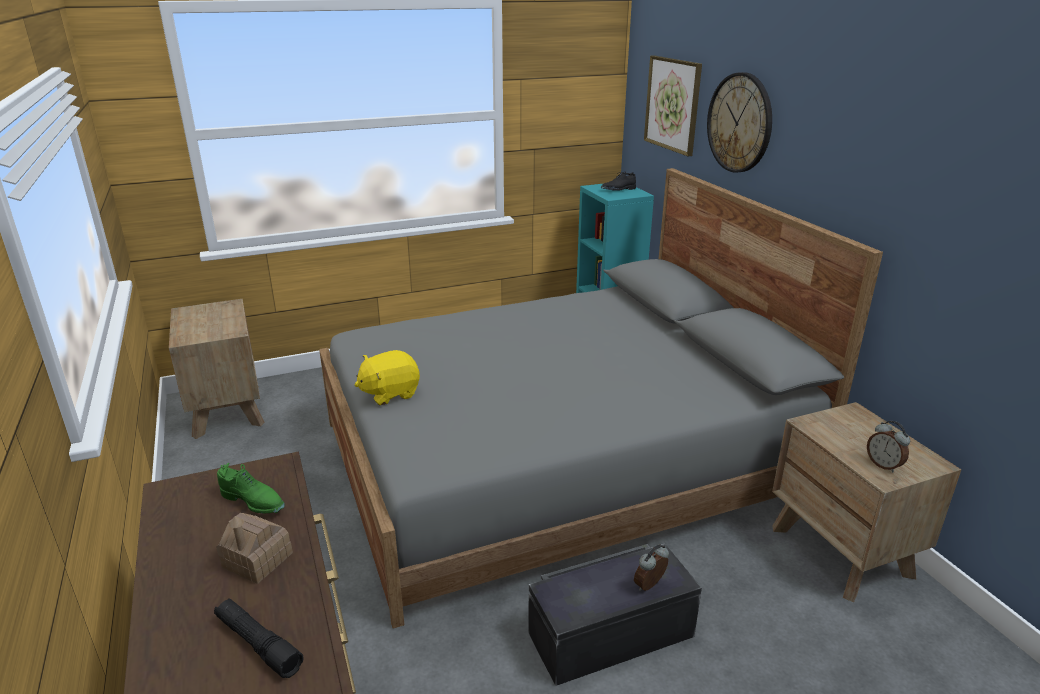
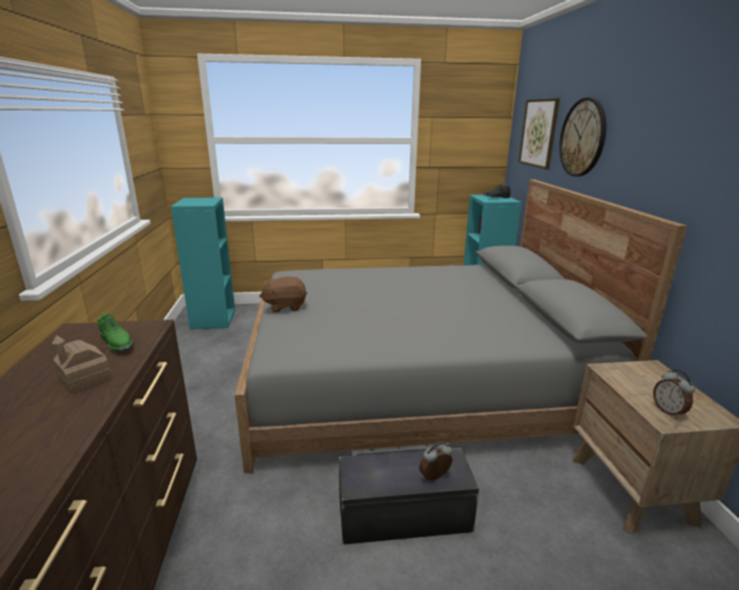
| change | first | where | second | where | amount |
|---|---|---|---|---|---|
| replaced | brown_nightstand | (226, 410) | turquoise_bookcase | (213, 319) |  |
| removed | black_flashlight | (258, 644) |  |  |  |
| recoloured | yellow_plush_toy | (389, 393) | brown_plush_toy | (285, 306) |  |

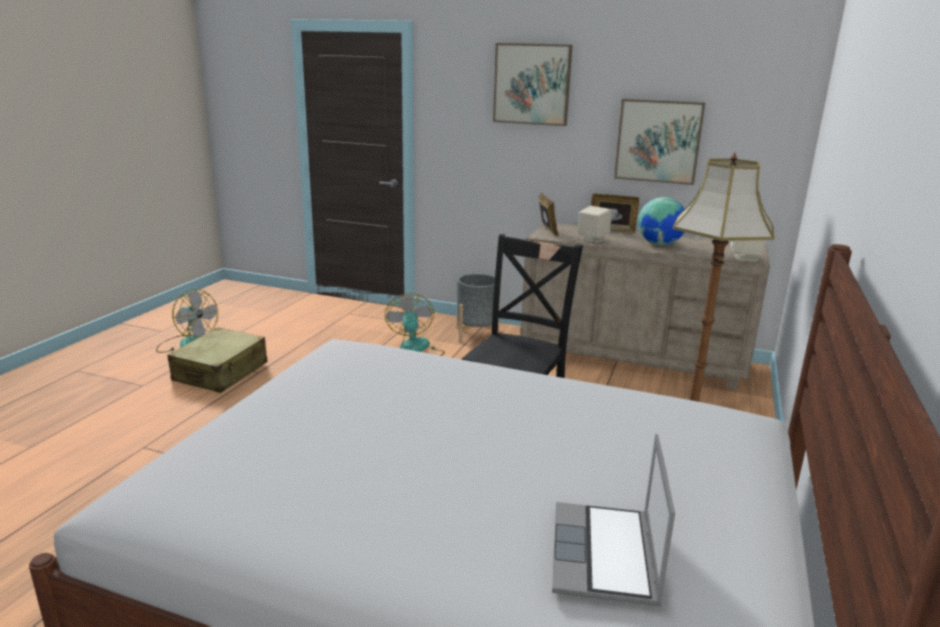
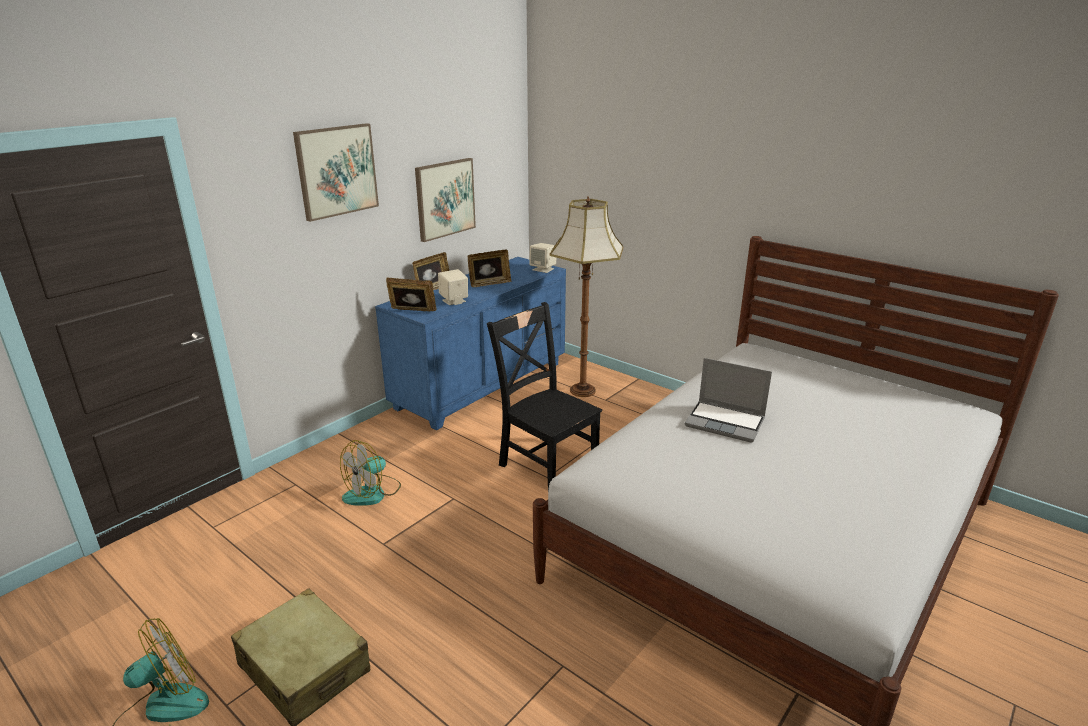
| change | first | where | second | where | amount |
|---|---|---|---|---|---|
| turned | fan | (415, 350) |  | (372, 492) | 60 degrees counterclockwise |
| removed | grey_planter | (476, 334) |  |  |  |
| recoloured | beige_dresser | (631, 358) | blue_dresser | (481, 385) |  |
| moved | laptop | (606, 556) |  | (726, 422) |  |
| replaced | globe | (659, 244) | picture_frame | (489, 283) |  |

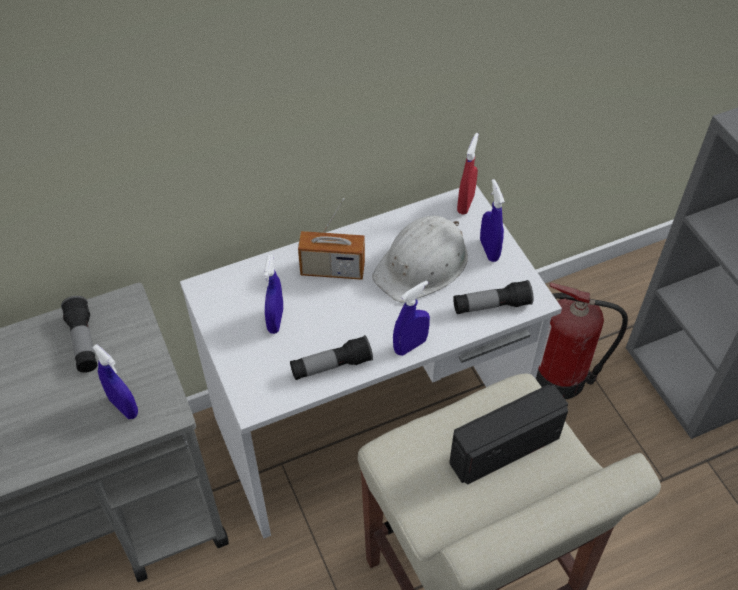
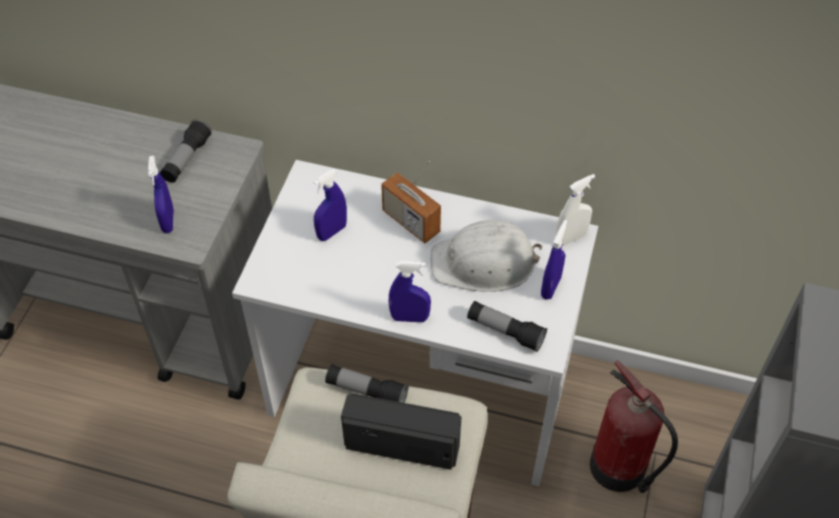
| change | first | where | second | where | amount |
|---|---|---|---|---|---|
| moved | flashlight | (331, 366) |  | (366, 391) |  |
| recoloured | red_spray_bottle | (465, 204) | white_spray_bottle | (571, 238) |  |

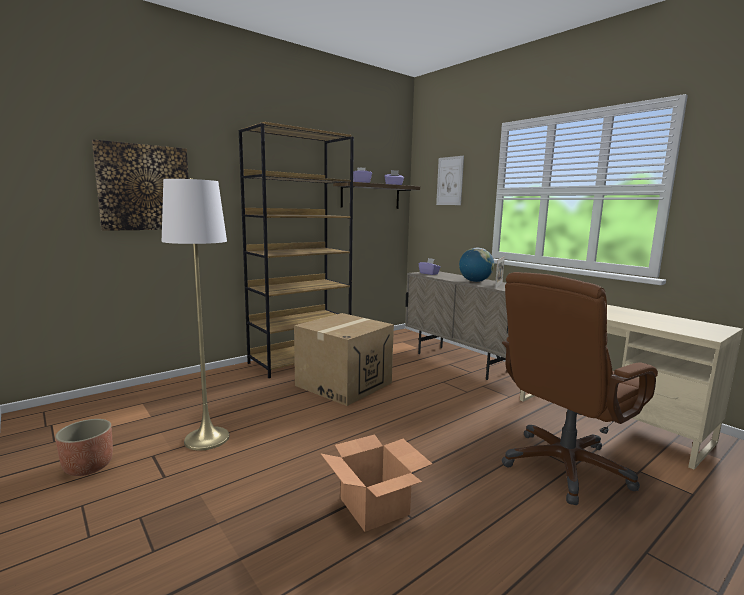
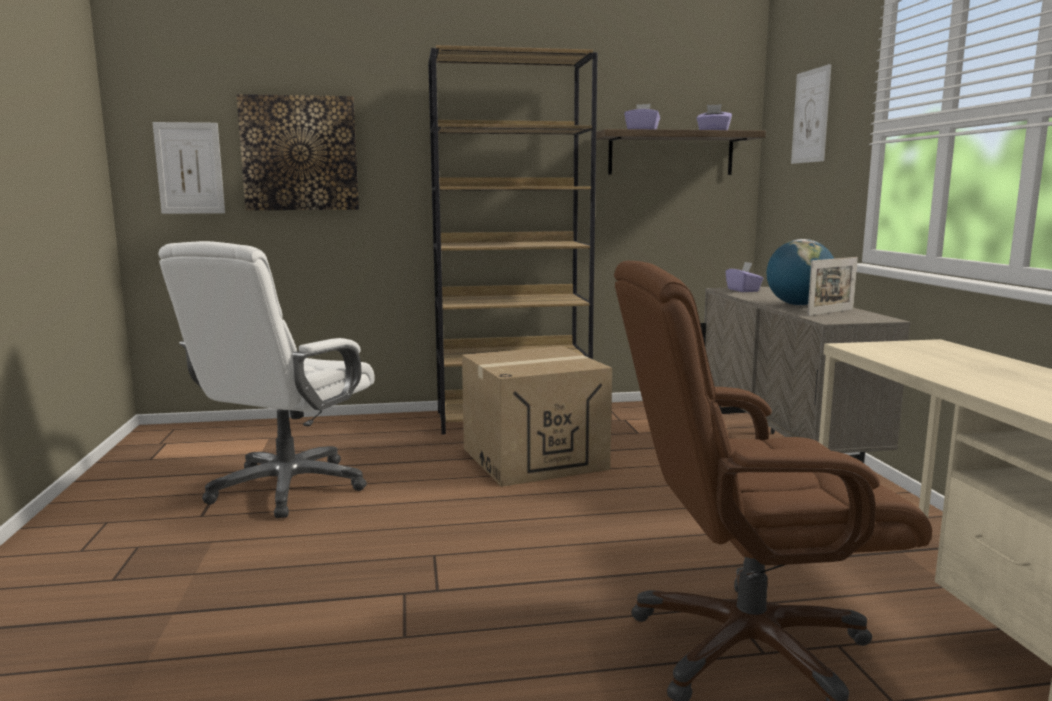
| change | first | where | second | where | amount |
|---|---|---|---|---|---|
| removed | planter | (88, 466) |  |  |  |
| replaced | white_floor_lamp | (207, 438) | white_office_chair | (287, 488) |  |
| removed | cardboard_box | (373, 506) |  |  |  |
| added |  |  | picture | (189, 168) |  |

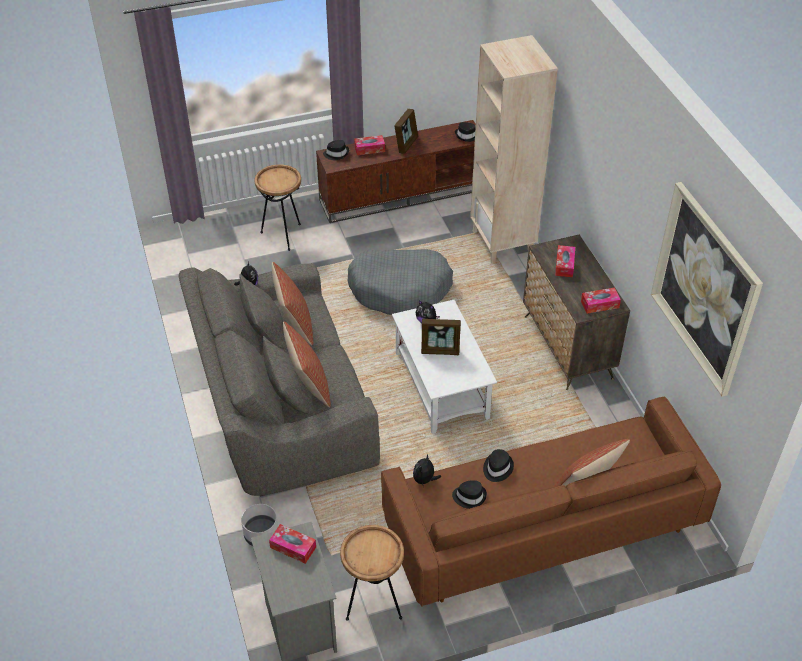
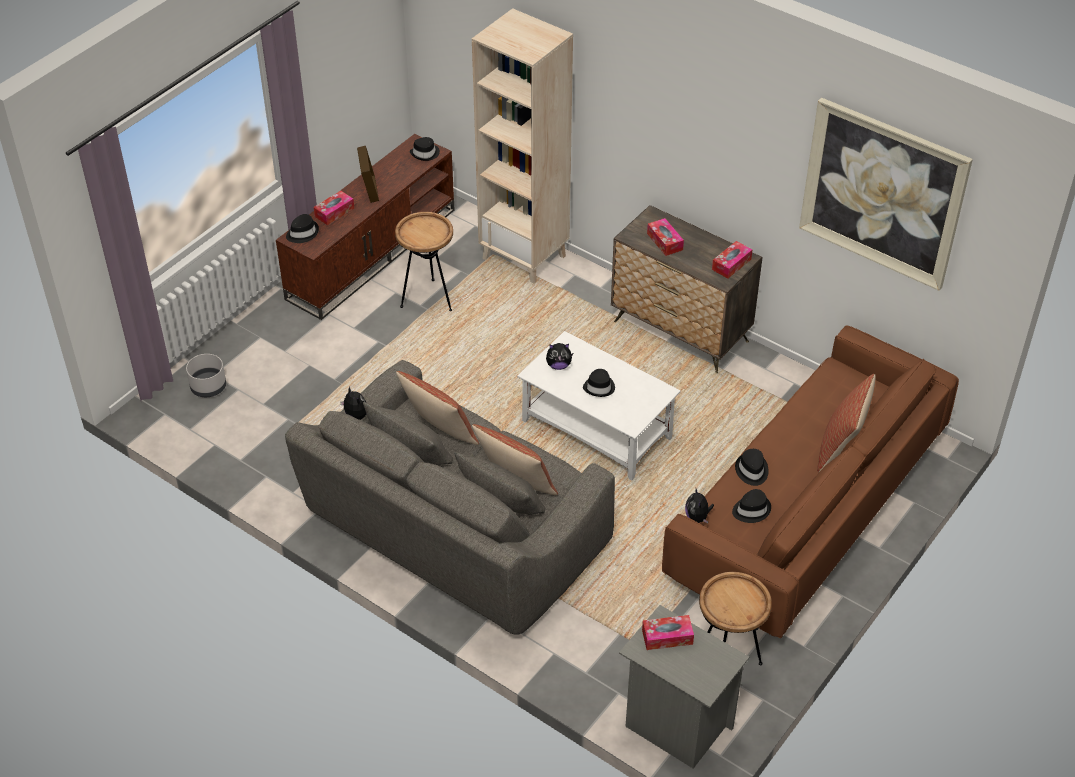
| change | first | where | second | where | amount |
|---|---|---|---|---|---|
| moved | grey_planter | (261, 534) |  | (208, 387) |  |
| moved | brown_side_table | (283, 235) |  | (428, 299) |  |
| removed | grey_dog_bed | (400, 289) |  |  |  |
| replaced | picture_frame | (440, 350) | black_hat | (599, 387) |  |

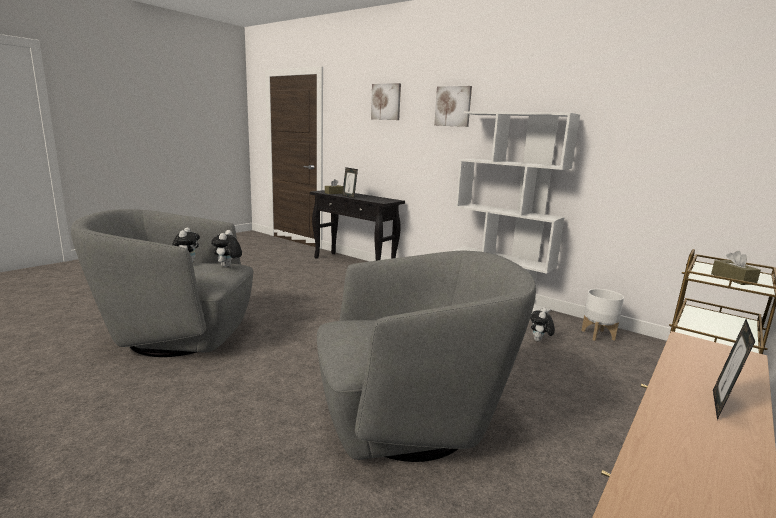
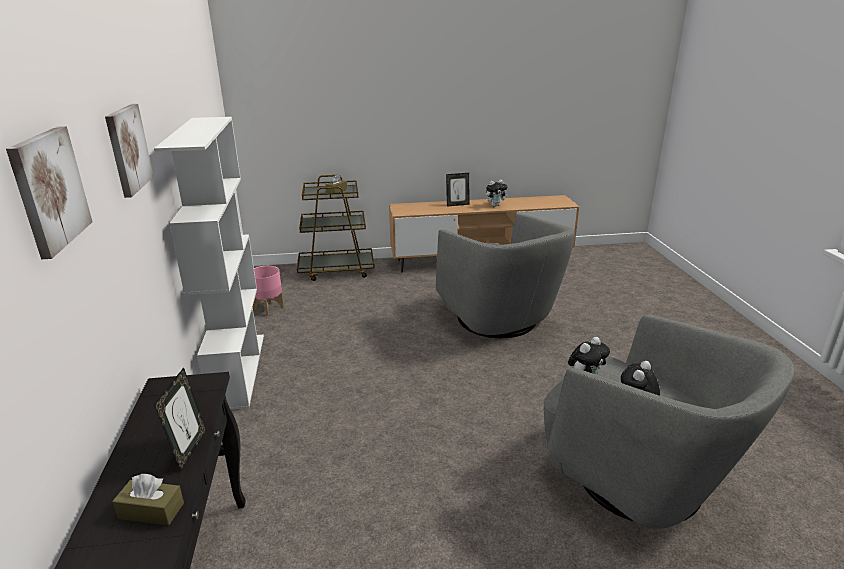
| change | first | where | second | where | amount |
|---|---|---|---|---|---|
| turned | grey_armchair | (412, 420) |  | (497, 319) | 150 degrees counterclockwise |
| moved | plush_toy | (539, 341) |  | (495, 205) |  |
| recoloured | white_planter | (598, 335) | pink_planter | (269, 308) |  |

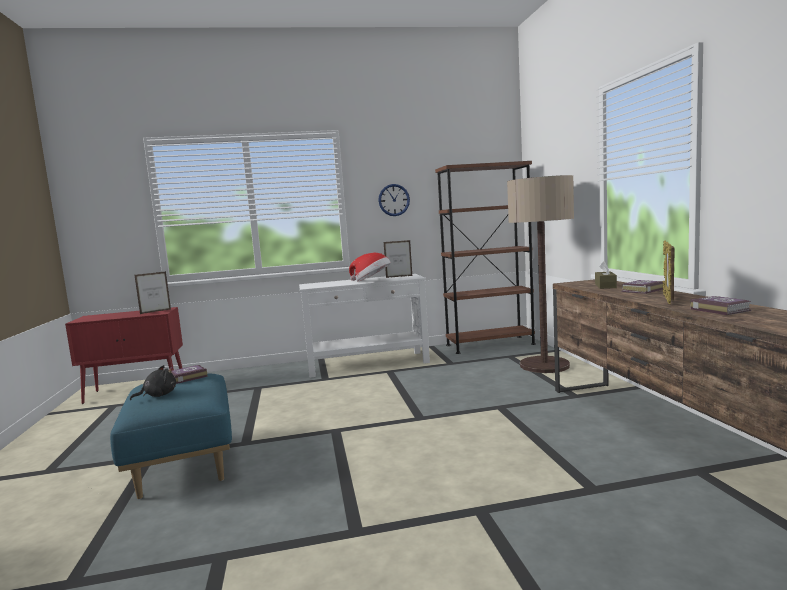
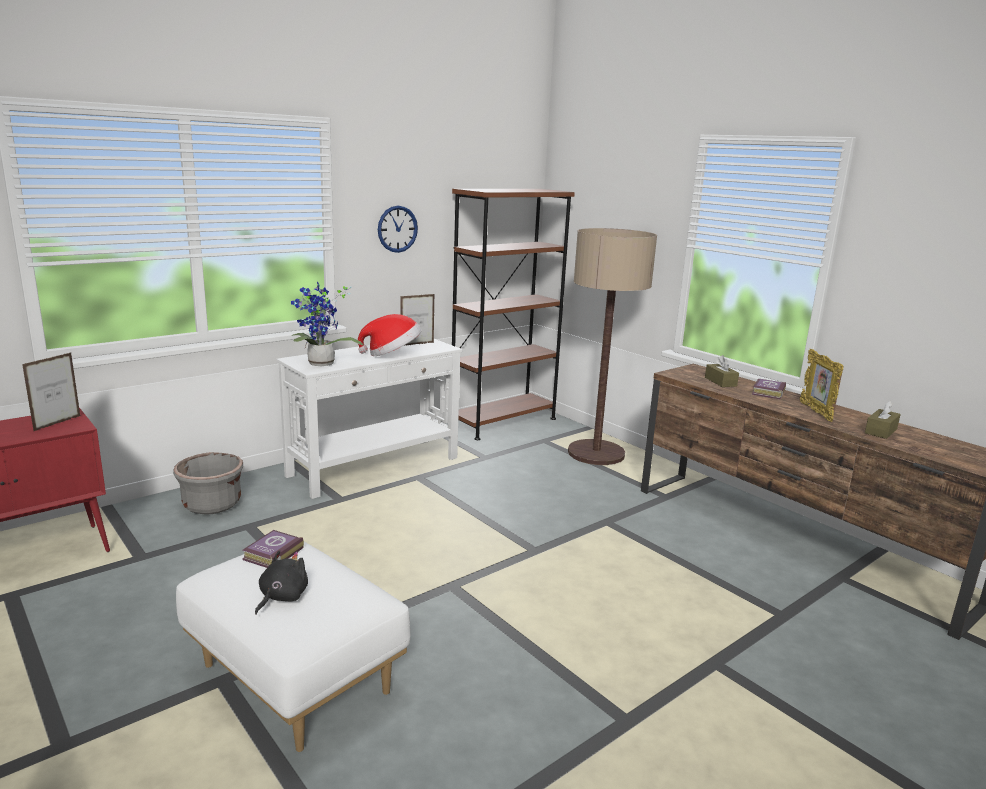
| change | first | where | second | where | amount |
|---|---|---|---|---|---|
| recoloured | blue_ottoman | (182, 463) | white_ottoman | (293, 680) |  |
| replaced | book | (719, 309) | brown_tissue_box | (880, 431) |  |
| added |  |  | grey_planter | (212, 505) |  |
| added |  |  | potted_plant | (320, 364) |  |

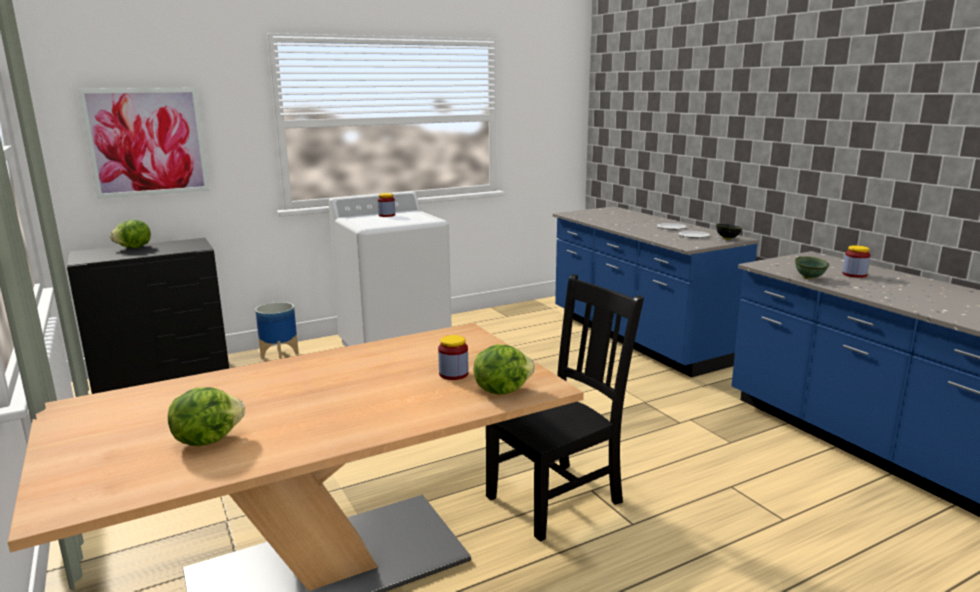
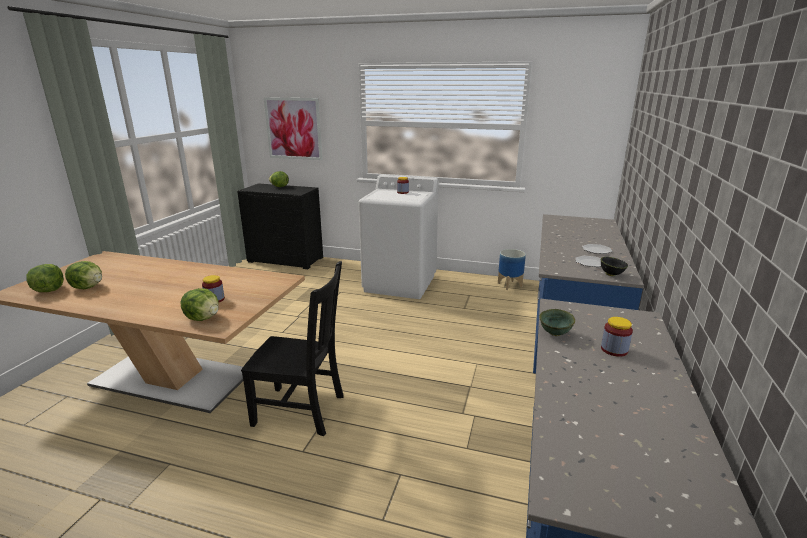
| change | first | where | second | where | amount |
|---|---|---|---|---|---|
| moved | planter | (280, 355) |  | (510, 285) |  |
| added |  |  | lettuce | (49, 290) |  |

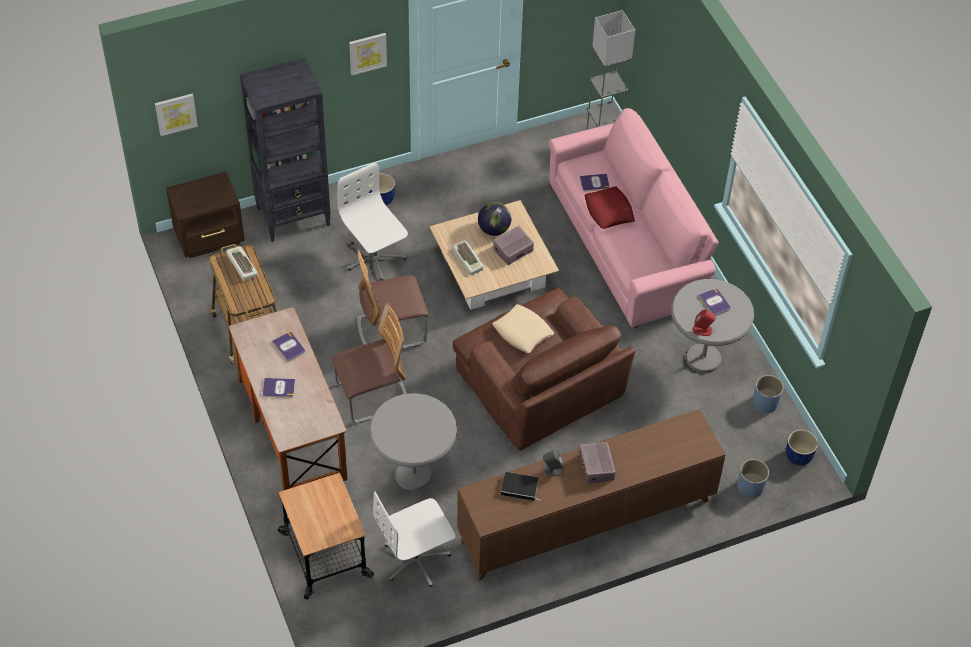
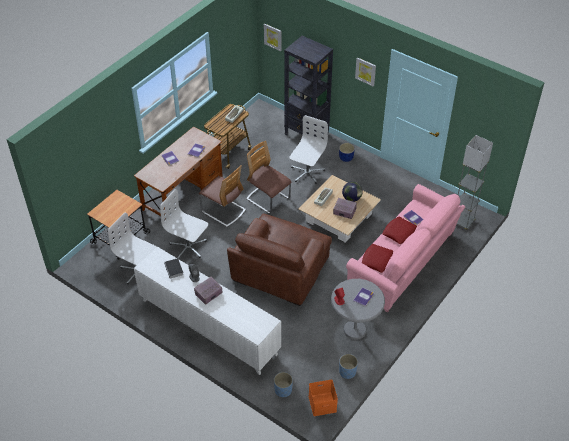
| change | first | where | second | where | amount |
|---|---|---|---|---|---|
| removed | brown_nightstand | (210, 238) |  |  |  |
| replaced | grey_side_table | (413, 475) | white_office_chair | (188, 247) |  |
| recoloured | brown_cabinet | (586, 521) | white_cabinet | (208, 327) |  |
| removed | beige_pillow | (523, 332) |  |  |  |
| replaced | blue_planter | (798, 456) | orange_storage_box | (322, 404) |  |
| added |  |  | red_pillow | (377, 260) |  |

